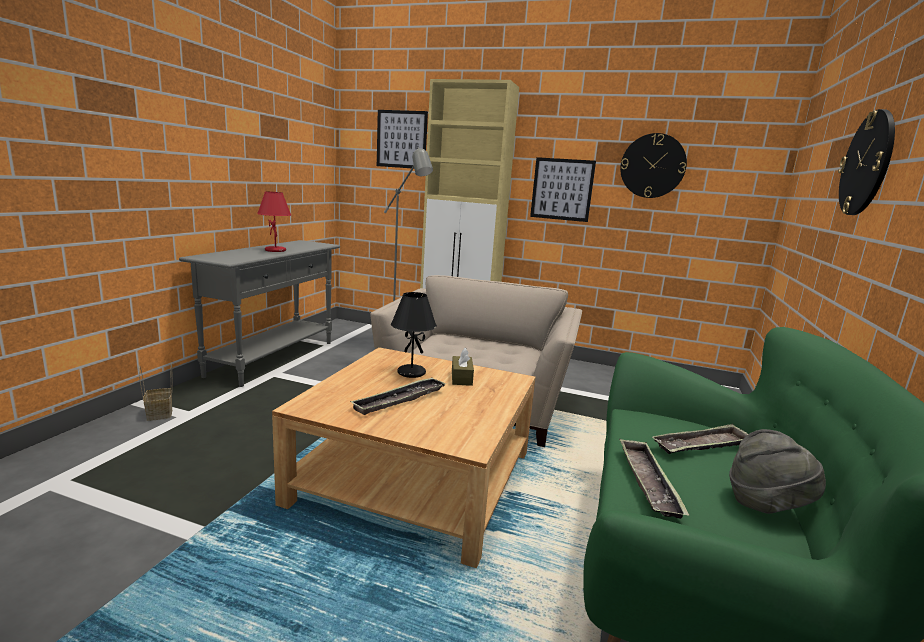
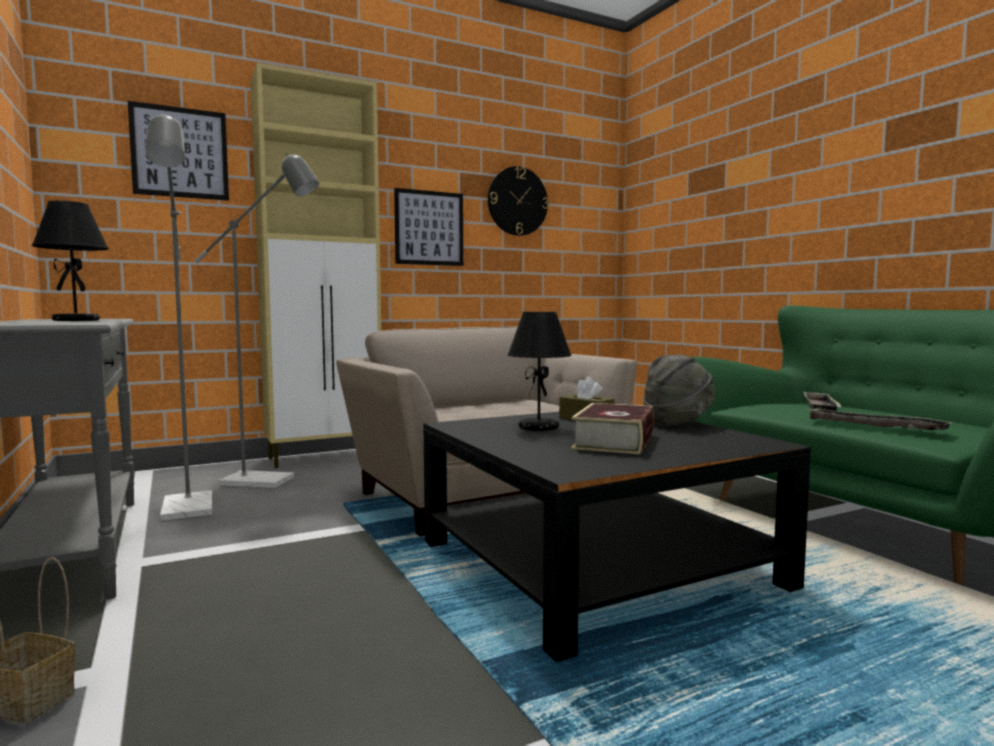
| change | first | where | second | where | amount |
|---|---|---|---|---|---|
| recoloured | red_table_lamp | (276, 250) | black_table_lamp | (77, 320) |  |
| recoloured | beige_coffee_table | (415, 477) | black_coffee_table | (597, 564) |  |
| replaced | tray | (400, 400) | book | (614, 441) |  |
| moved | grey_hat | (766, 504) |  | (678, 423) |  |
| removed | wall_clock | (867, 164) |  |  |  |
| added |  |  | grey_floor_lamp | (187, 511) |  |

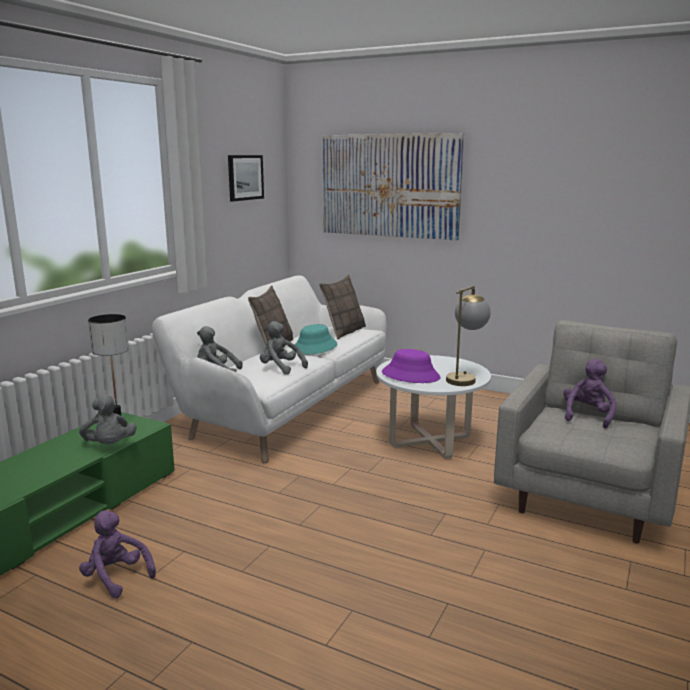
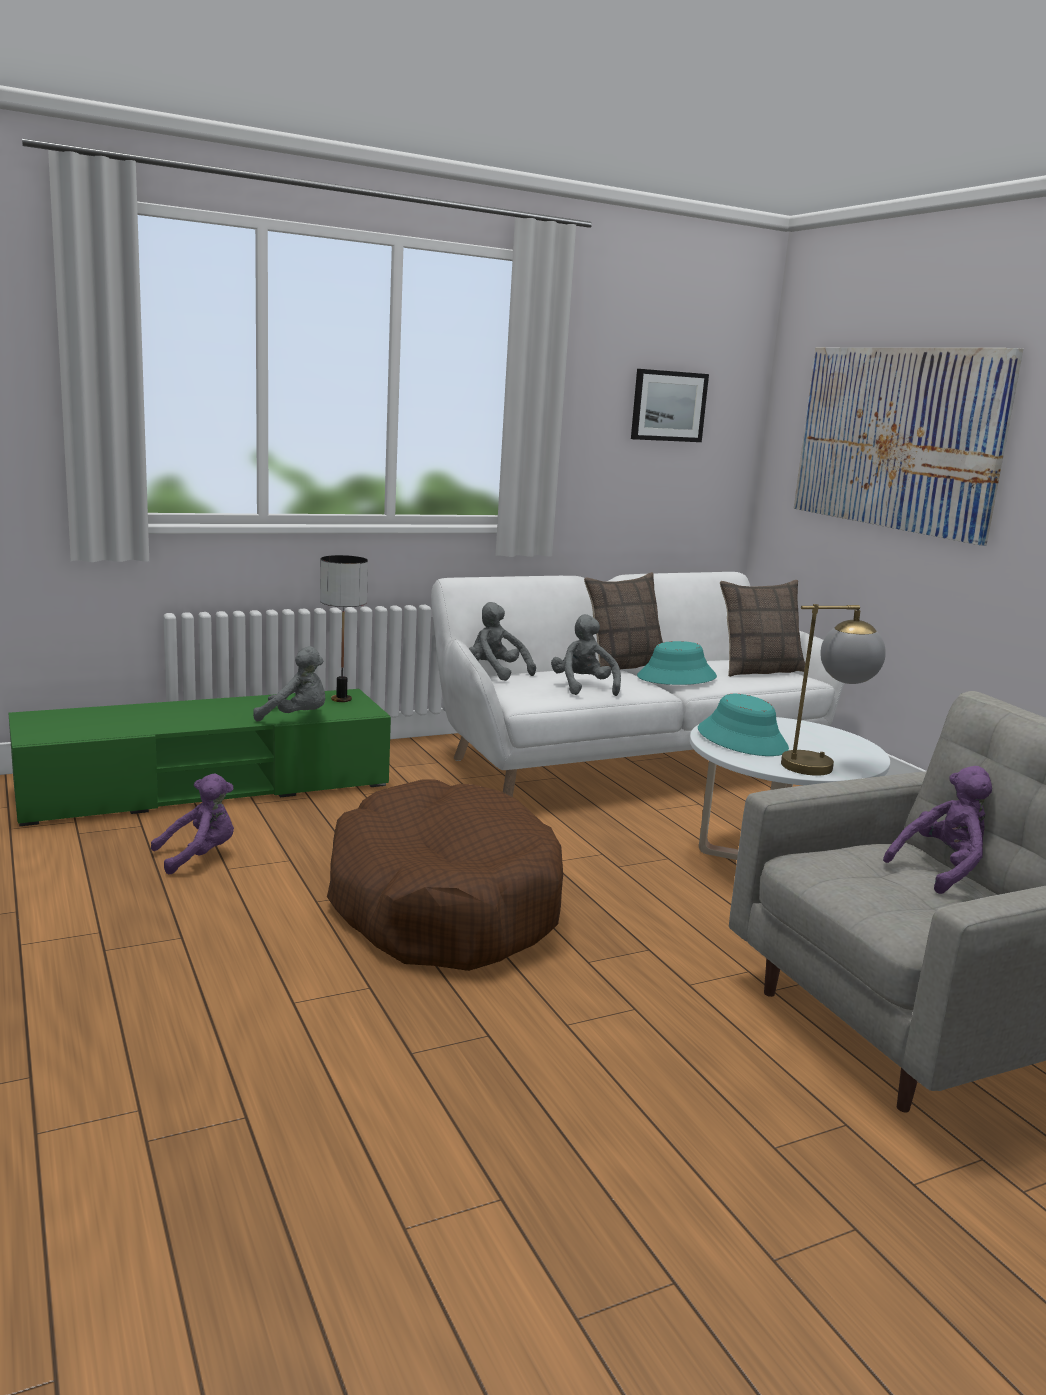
| change | first | where | second | where | amount |
|---|---|---|---|---|---|
| turned | grey_plush_toy | (109, 446) |  | (296, 717) | 90 degrees counterclockwise |
| turned | purple_plush_toy | (116, 577) |  | (199, 856) | 75 degrees clockwise |
| recoloured | purple_hat | (410, 375) | turquoise_hat | (742, 740) |  |
| added |  |  | brown_dog_bed | (443, 904) |  |

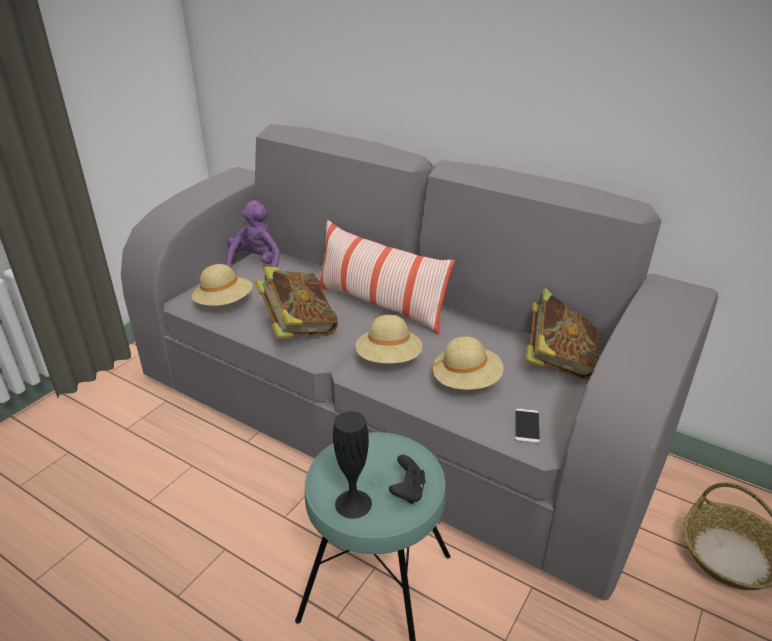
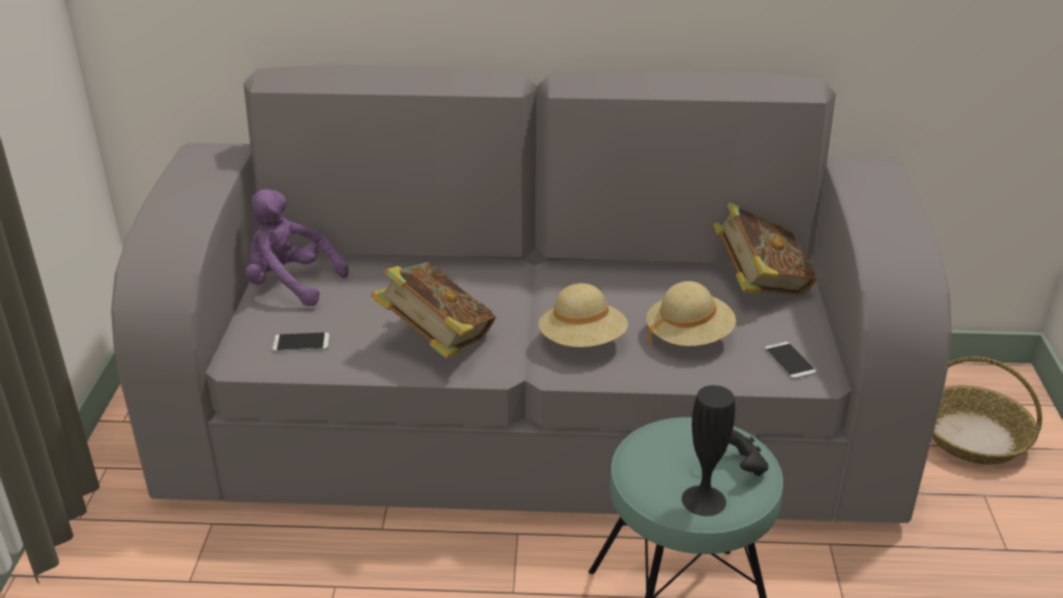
| change | first | where | second | where | amount |
|---|---|---|---|---|---|
| replaced | beige_hat | (224, 303) | phone | (301, 343) |  |
| turned | purple_plush_toy | (256, 268) |  | (290, 284) | 45 degrees counterclockwise |
| removed | pillow | (380, 305) |  |  |  |

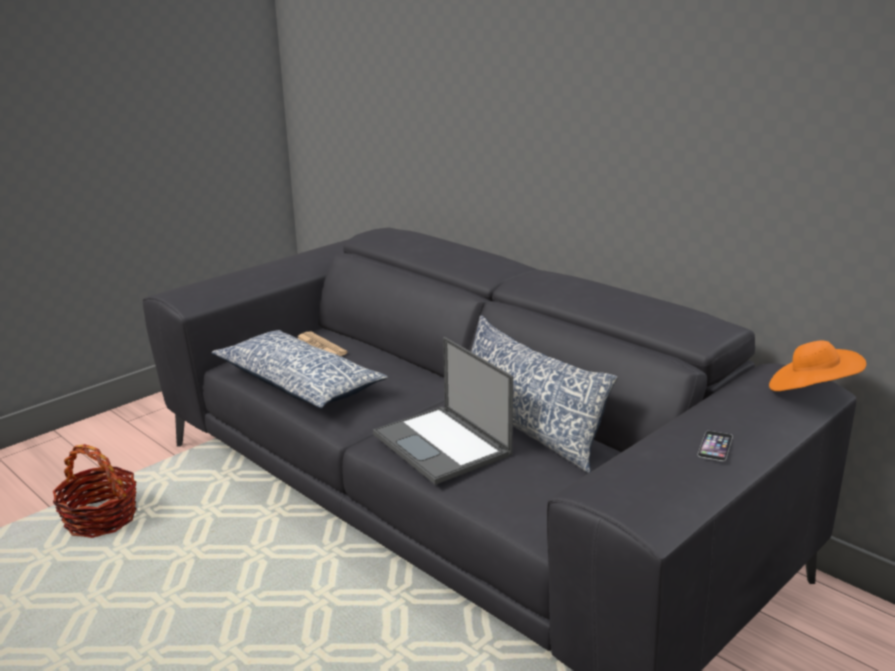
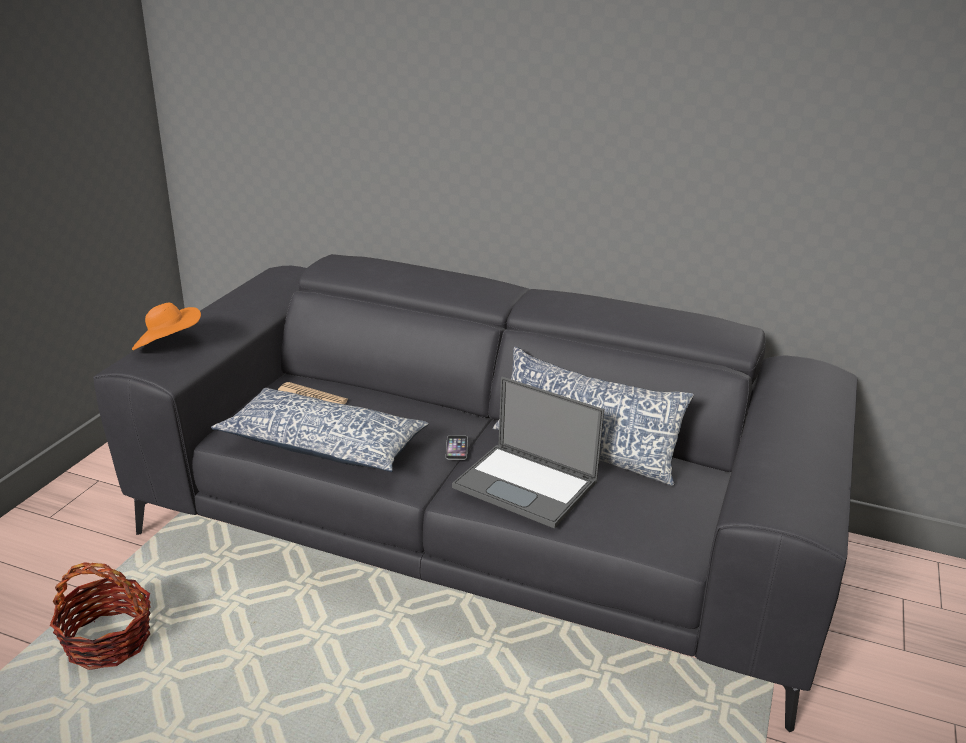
| change | first | where | second | where | amount |
|---|---|---|---|---|---|
| moved | phone | (715, 446) |  | (456, 447) |  |
| moved | orange_hat | (811, 391) |  | (168, 345) |  |

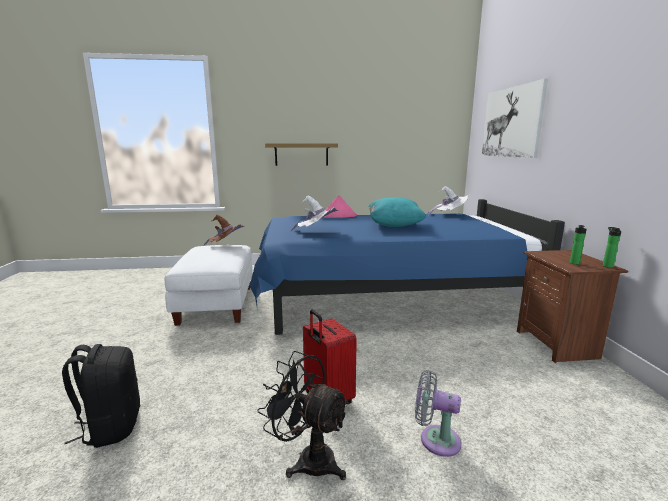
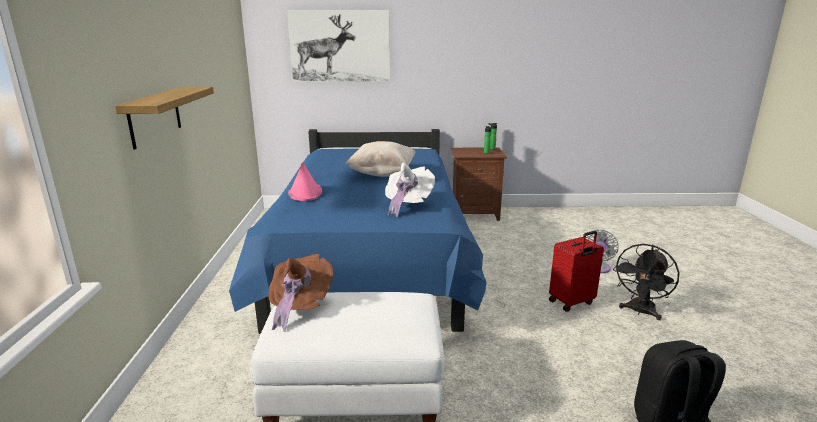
| change | first | where | second | where | amount |
|---|---|---|---|---|---|
| recoloured | turquoise_pillow | (394, 225) | beige_pillow | (382, 174) |  |
| removed | white_hat | (449, 215) |  |  |  |

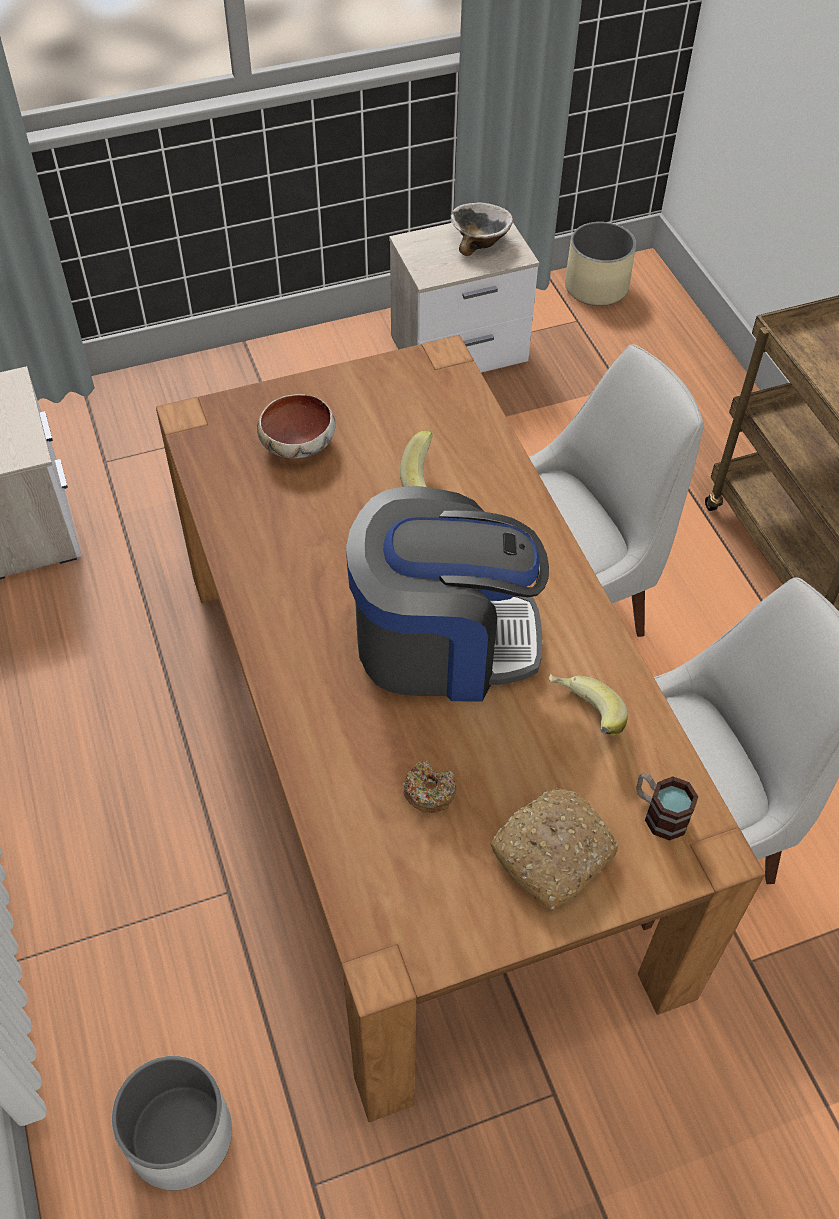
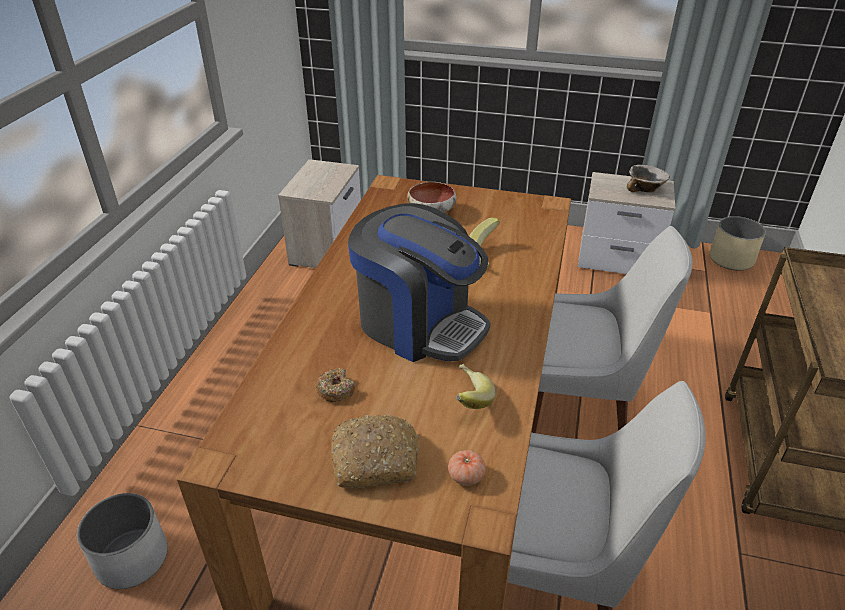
| change | first | where | second | where | amount |
|---|---|---|---|---|---|
| replaced | mug | (659, 813) | tomato | (466, 476) |  |

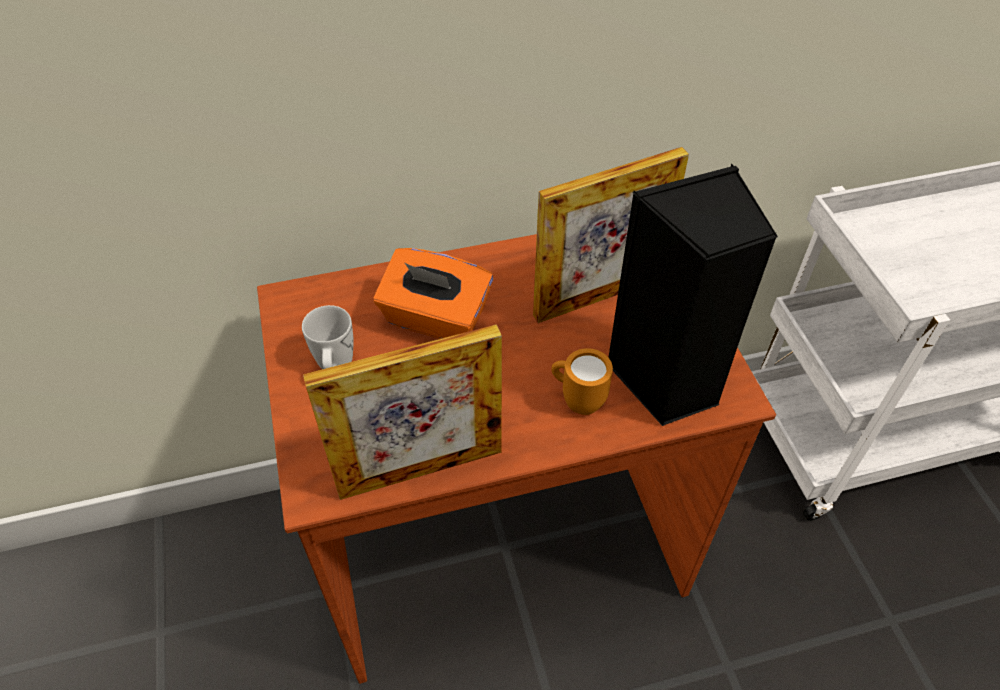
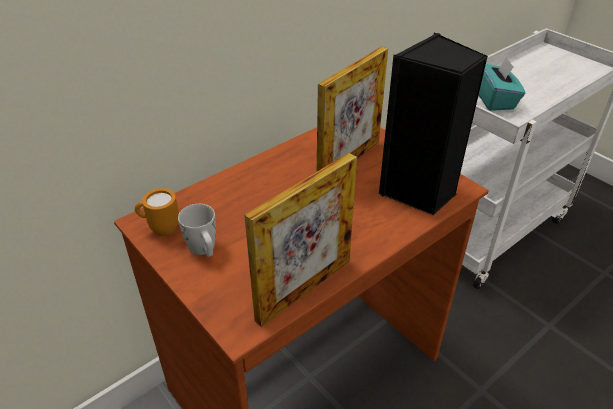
| change | first | where | second | where | amount |
|---|---|---|---|---|---|
| removed | orange_tissue_box | (435, 319) |  |  |  |
| moved | orange_mug | (577, 400) |  | (160, 229) |  |
| added |  |  | turquoise_tissue_box | (494, 99) |  |

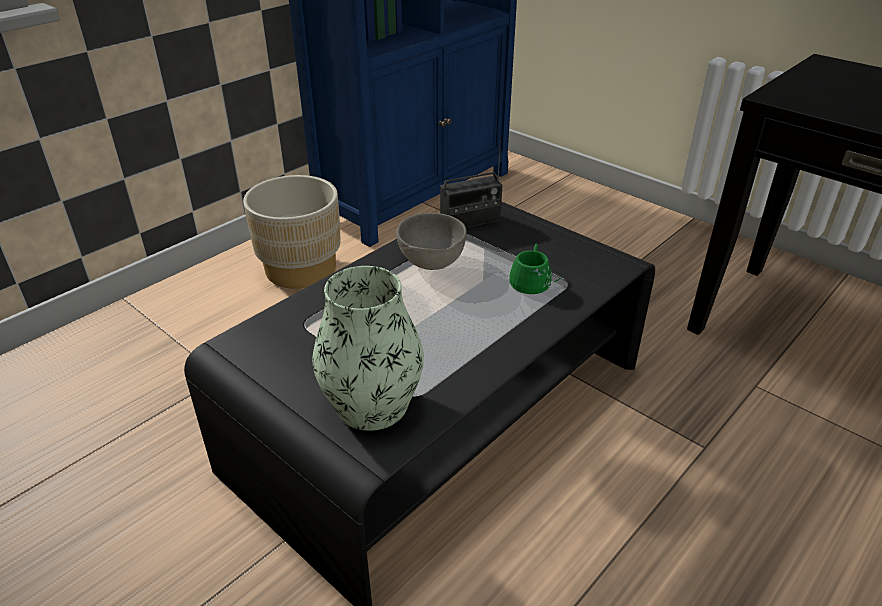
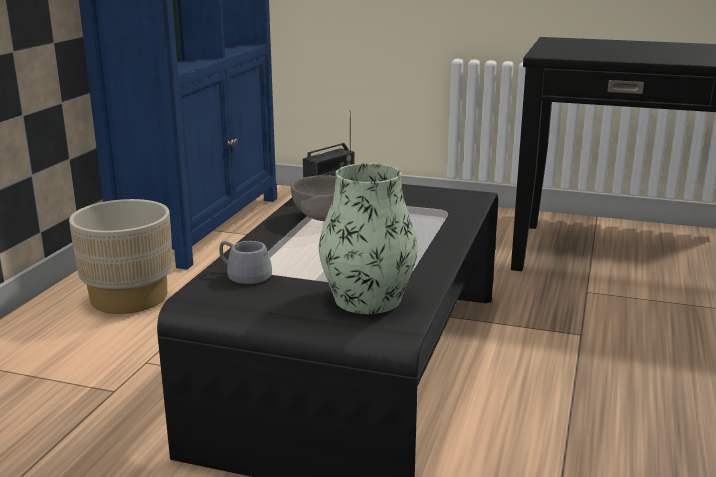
| change | first | where | second | where | amount |
|---|---|---|---|---|---|
| removed | green_mug | (535, 280) |  |  |  |
| added |  |  | grey_mug | (247, 273) |  |

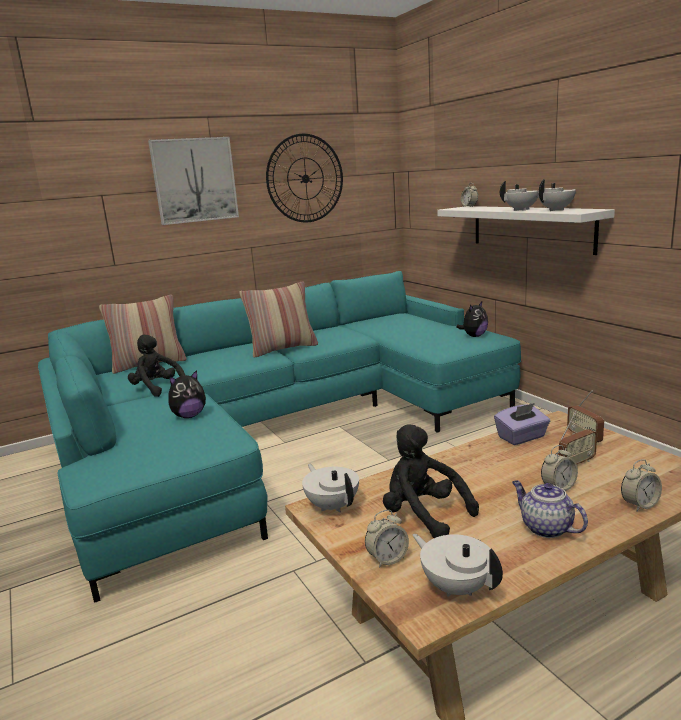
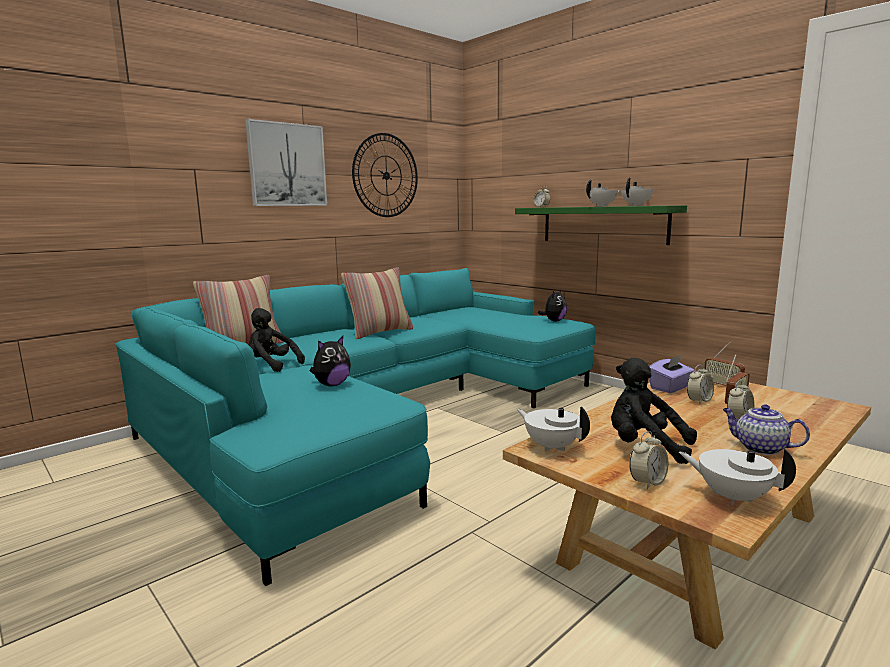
| change | first | where | second | where | amount |
|---|---|---|---|---|---|
| recoloured | white_shelf | (530, 228) | green_shelf | (603, 224) |  |
| moved | alarm_clock | (639, 505) |  | (699, 401) |  |

